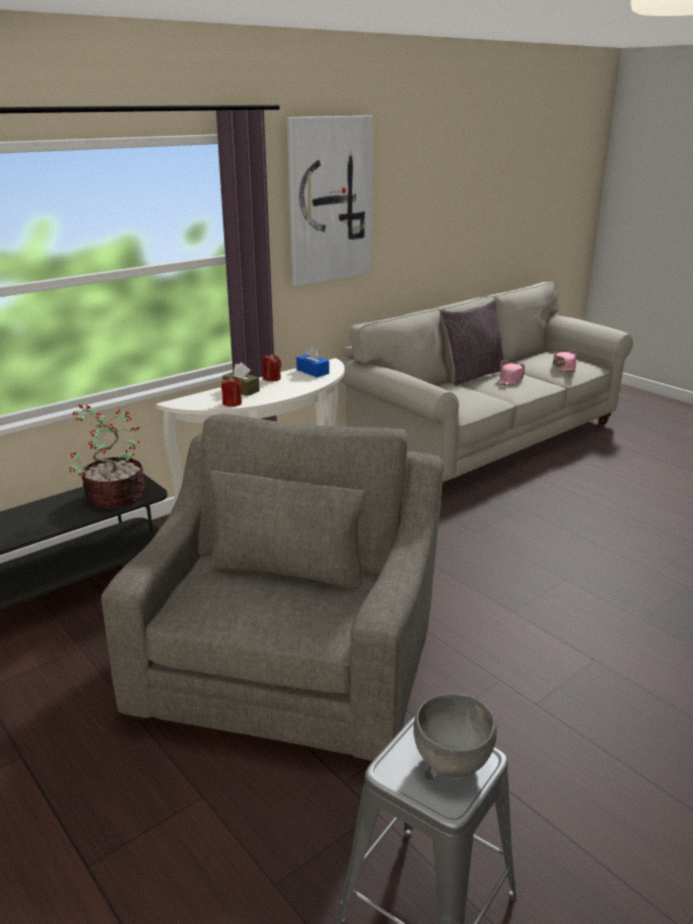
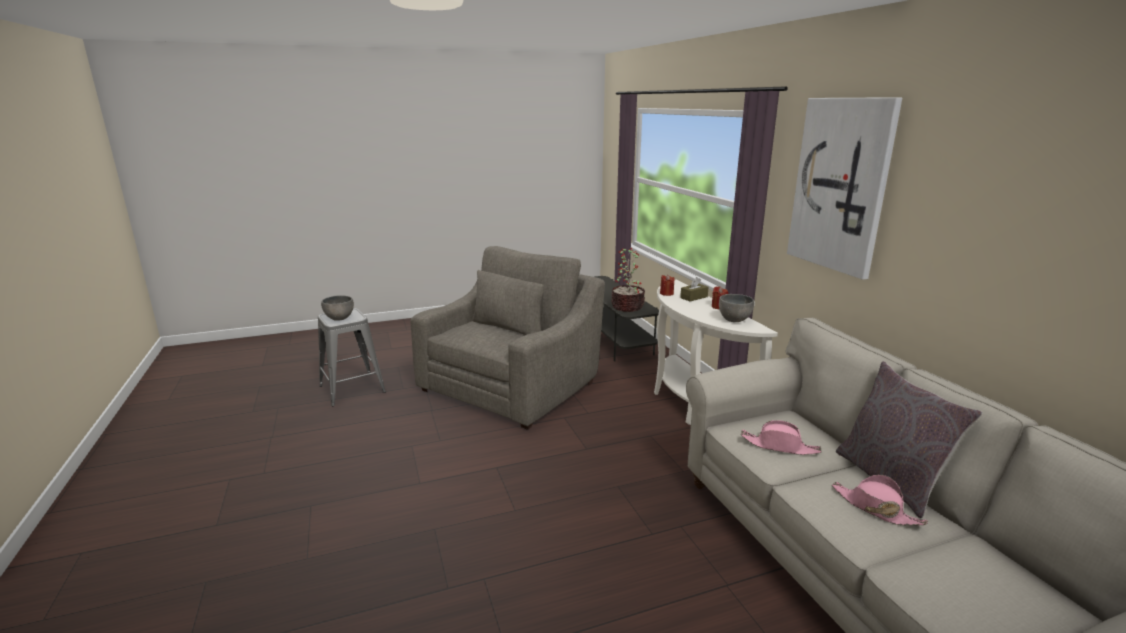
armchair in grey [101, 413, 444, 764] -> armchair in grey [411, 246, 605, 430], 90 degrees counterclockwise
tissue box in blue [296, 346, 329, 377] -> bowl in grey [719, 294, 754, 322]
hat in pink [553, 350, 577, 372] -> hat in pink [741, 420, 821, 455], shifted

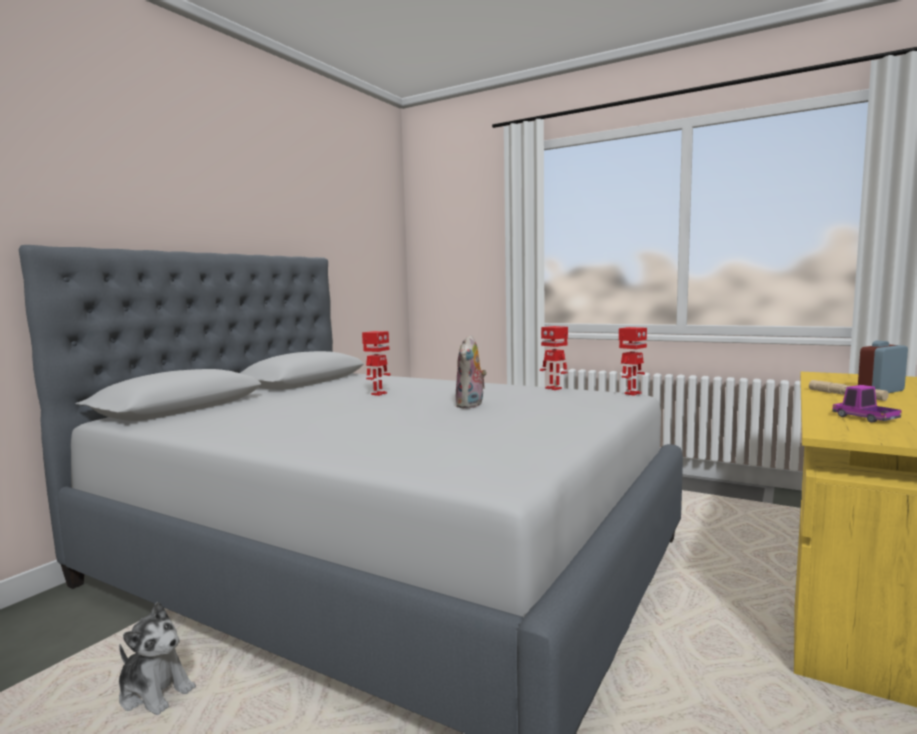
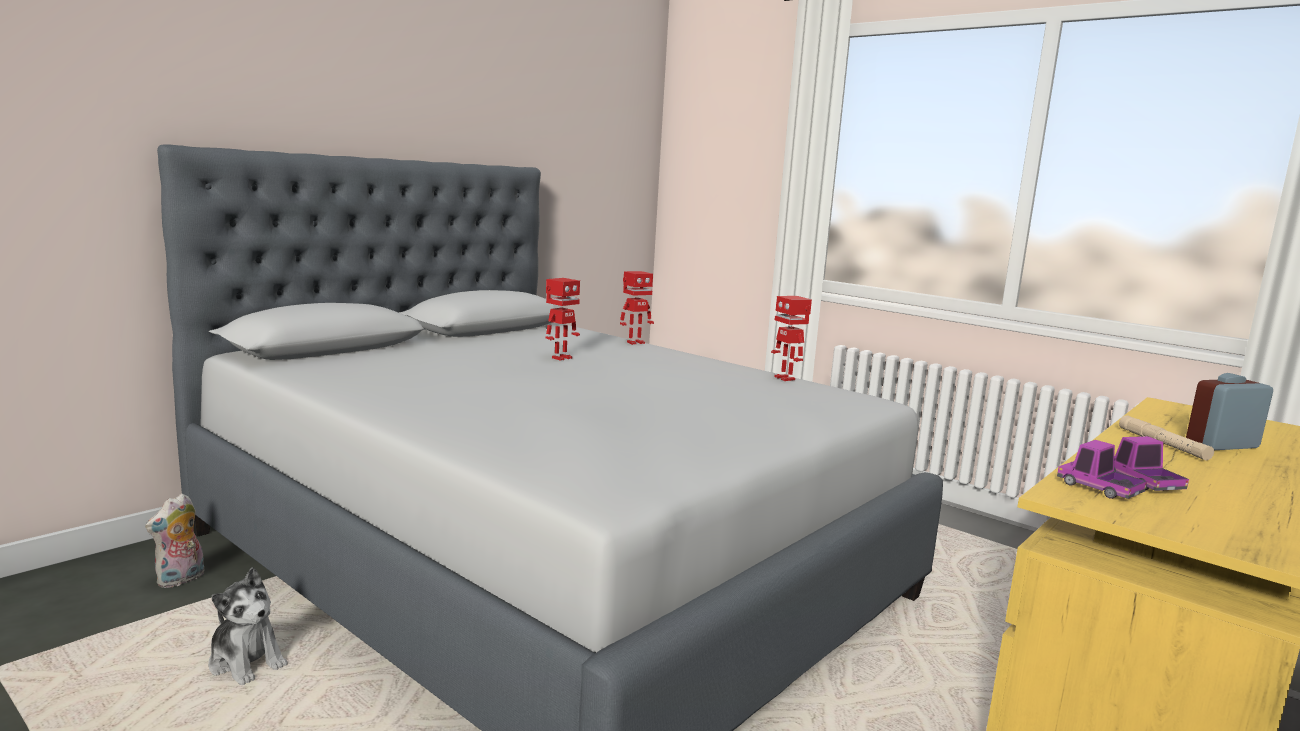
plush toy [456, 335, 487, 409] -> plush toy [145, 494, 204, 588], shifted
toy robot [619, 327, 647, 396] -> toy robot [620, 271, 654, 345], shifted
none -> toy truck [1057, 440, 1147, 499]

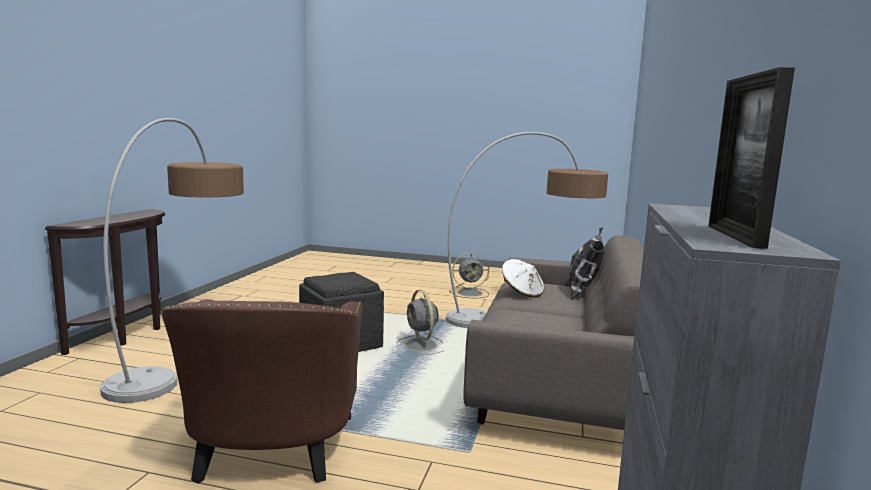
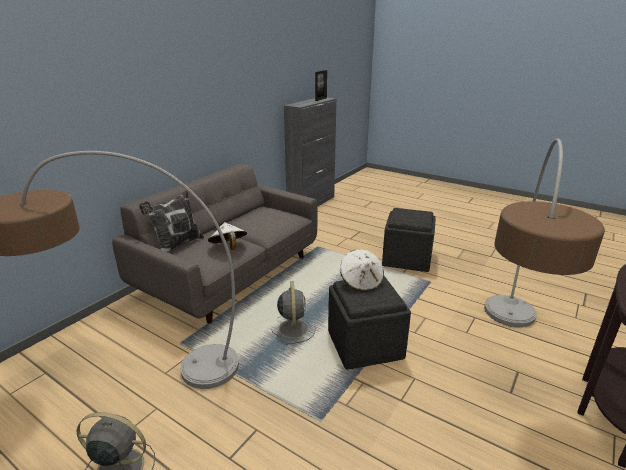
armchair in brown [161, 299, 362, 484] -> ottoman in grey [382, 208, 436, 272]
none -> hat in white [340, 250, 384, 292]

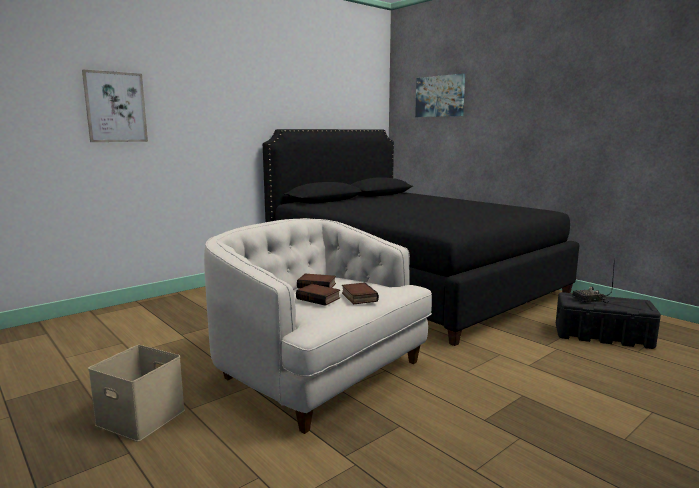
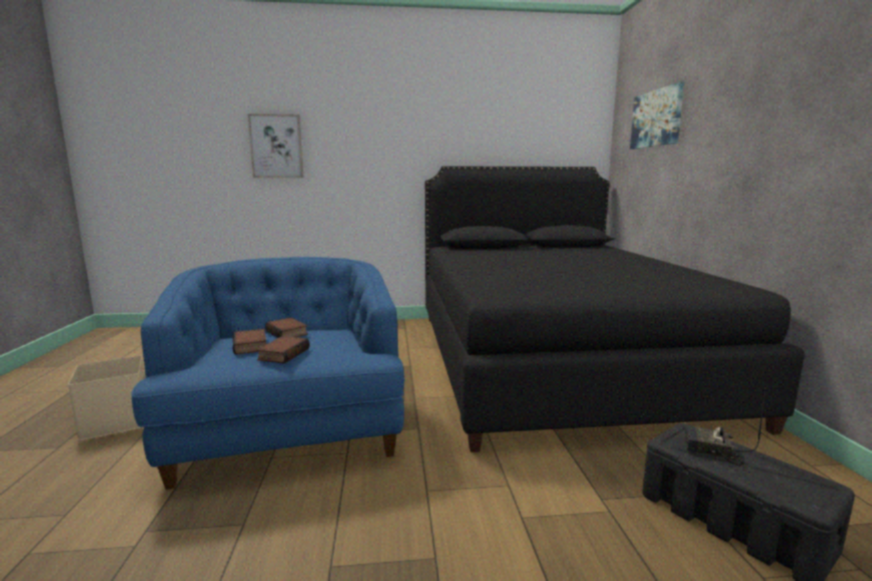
armchair in white [204, 218, 432, 434] -> armchair in blue [131, 257, 404, 490]

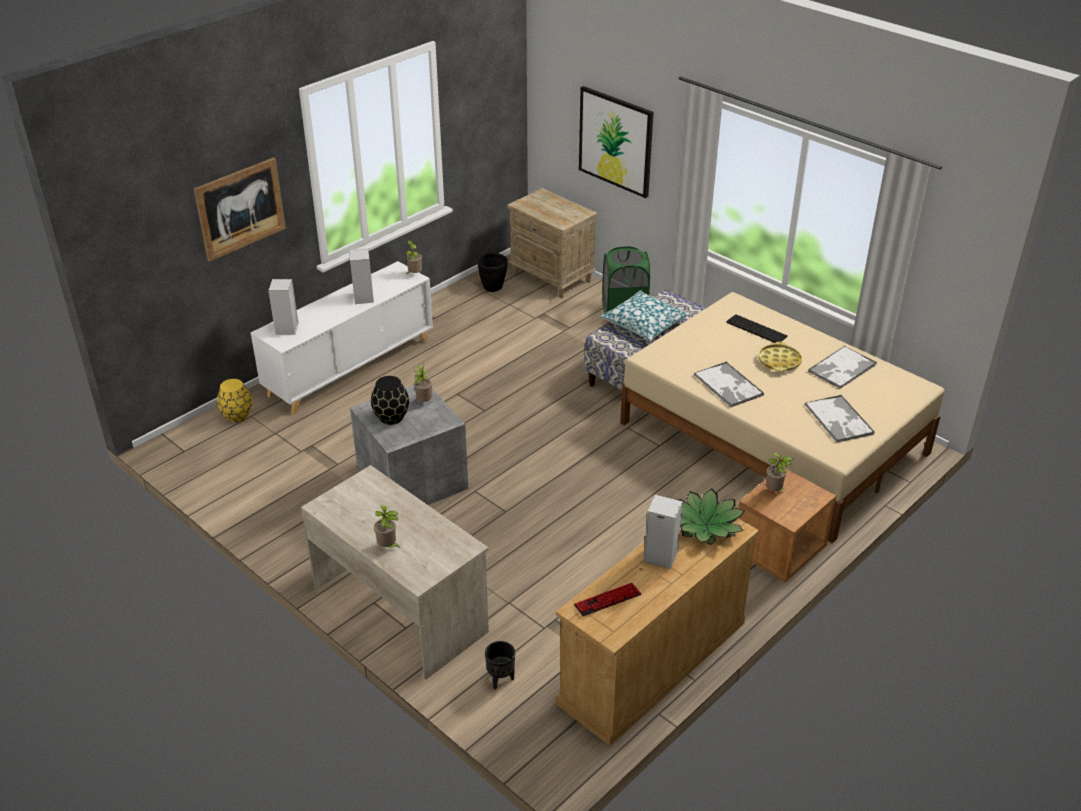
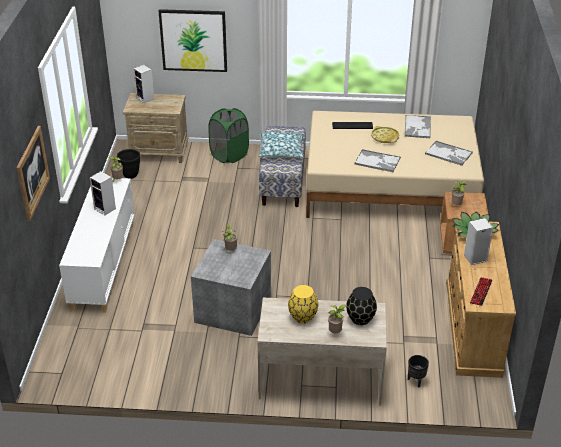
vase in yellow [217, 379, 252, 422] -> vase in yellow [288, 285, 318, 323], shifted
speaker [268, 279, 298, 335] -> speaker [133, 65, 154, 103], shifted
vase in black [371, 376, 409, 425] -> vase in black [346, 287, 377, 325], shifted

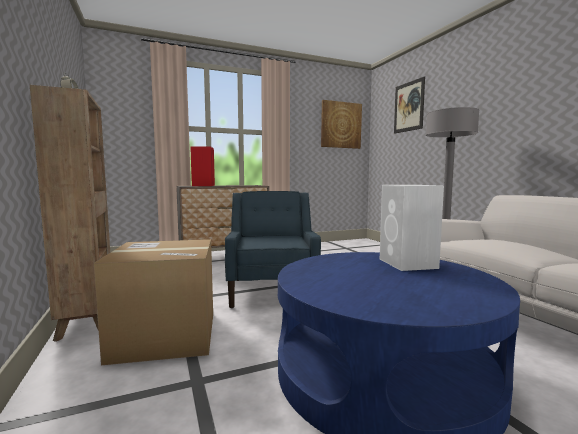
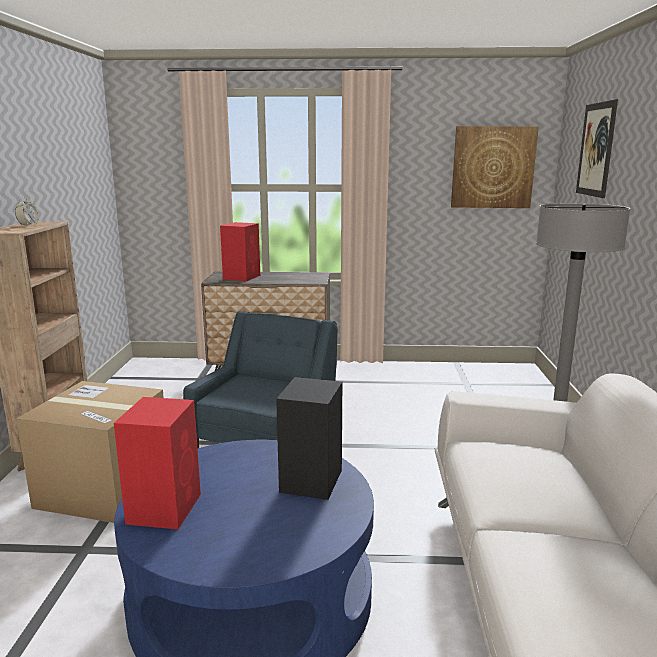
speaker in white [380, 185, 444, 271] -> speaker in black [276, 377, 342, 500]
none -> speaker in red [114, 397, 201, 529]

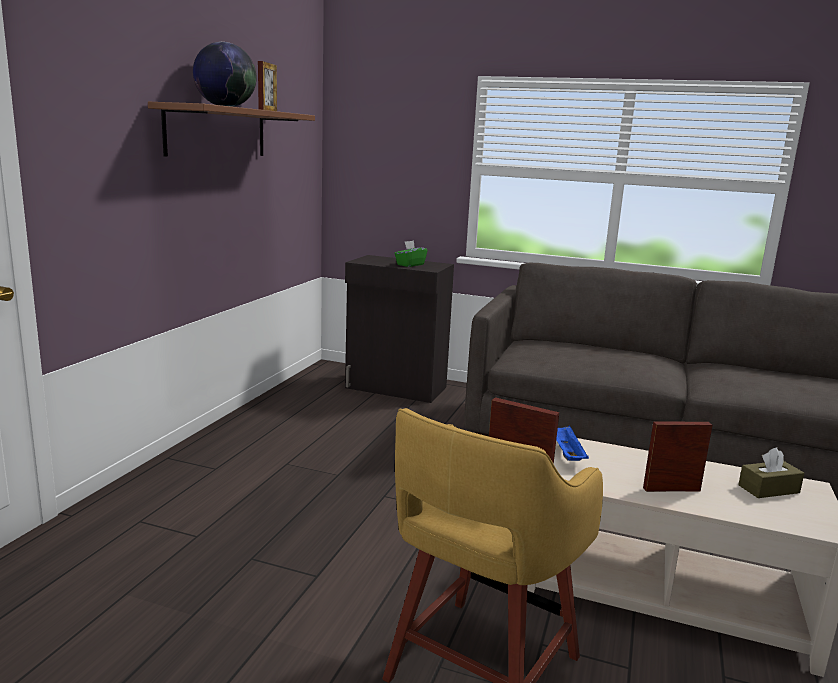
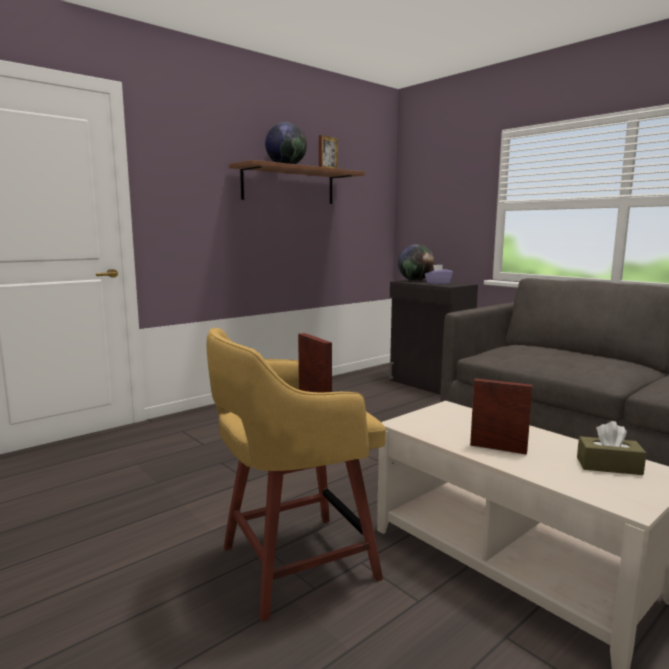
tissue box in green [394, 240, 428, 267] -> tissue box in purple [425, 265, 453, 285]
tray in blue [556, 426, 589, 461] -> none
none -> globe [398, 244, 435, 281]

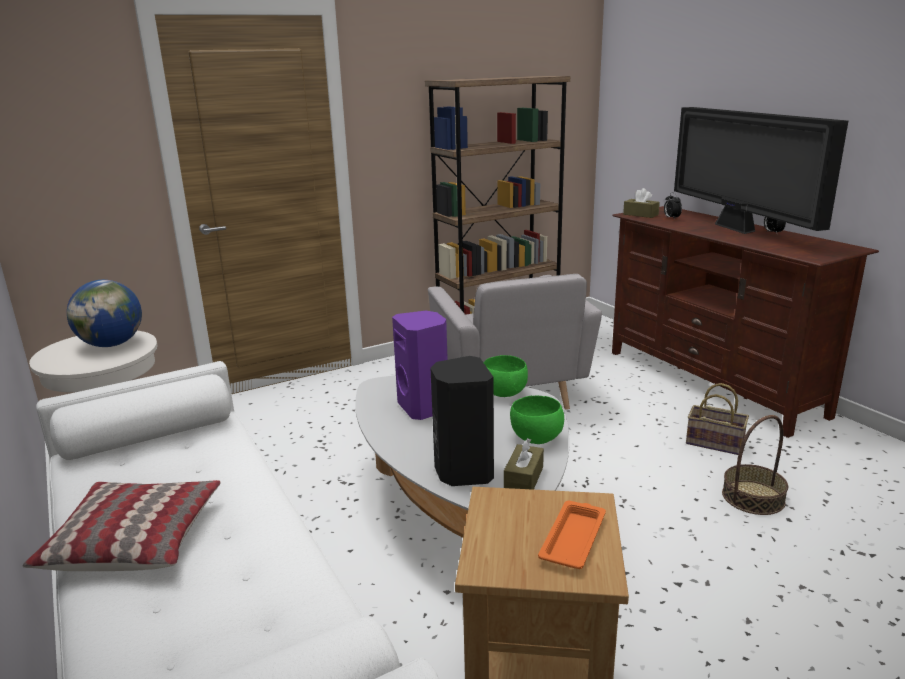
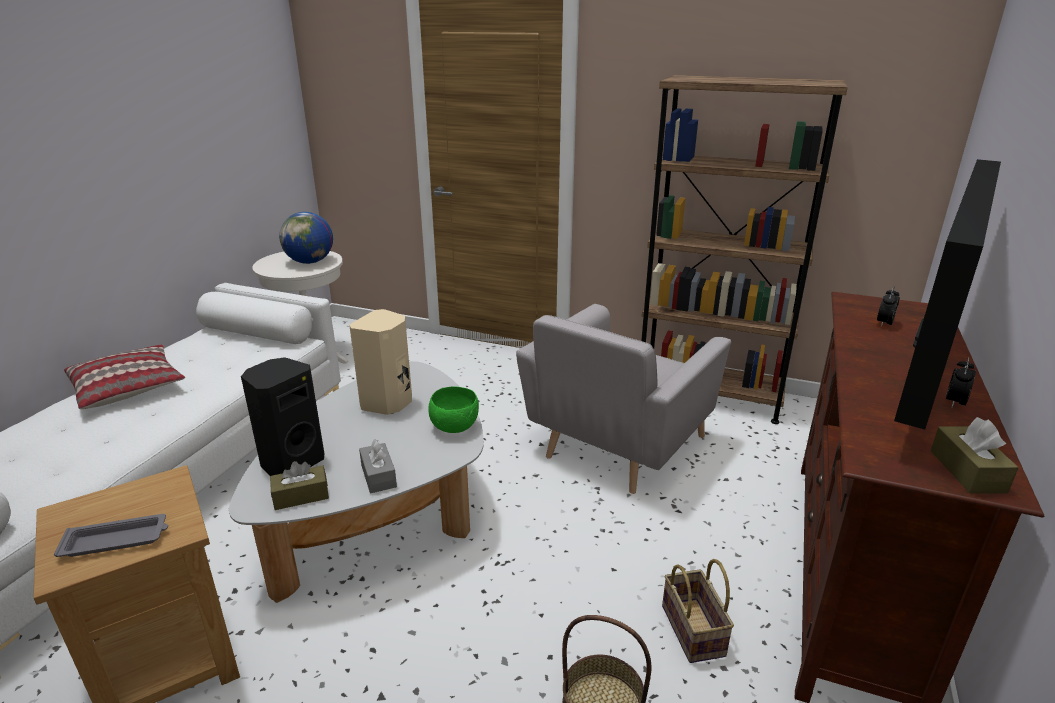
speaker in purple [392, 311, 448, 420] -> speaker in beige [349, 309, 412, 415]
bowl in green [510, 396, 564, 444] -> tissue box in grey [359, 439, 397, 493]
tray in orange [538, 501, 606, 569] -> tray in grey [54, 514, 168, 557]
tissue box in brown [623, 188, 660, 218] -> tissue box in brown [931, 417, 1019, 493], shifted

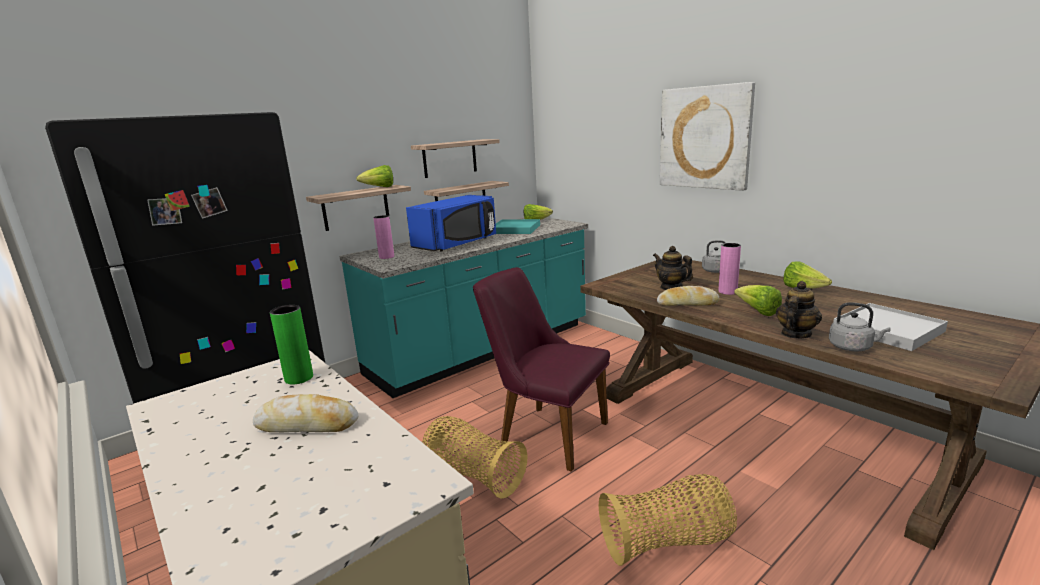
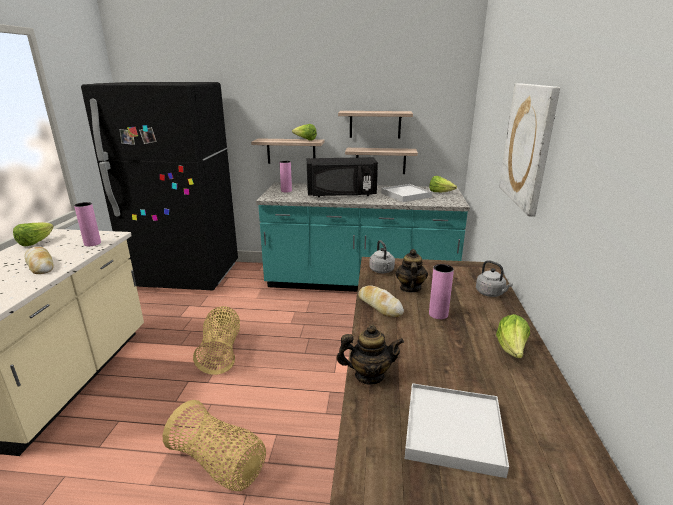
vase in green [270, 305, 313, 384] -> vase in pink [74, 202, 101, 246]
microwave in blue [406, 195, 496, 252] -> microwave in black [307, 157, 378, 197]
chair in purple [473, 267, 610, 472] -> none
tray in turquoise [496, 219, 540, 234] -> tray in white [381, 184, 432, 202]
lettuce [734, 285, 782, 316] -> lettuce [13, 222, 54, 247], shifted
kettle in grey [829, 302, 890, 352] -> kettle in grey [369, 240, 395, 273], shifted

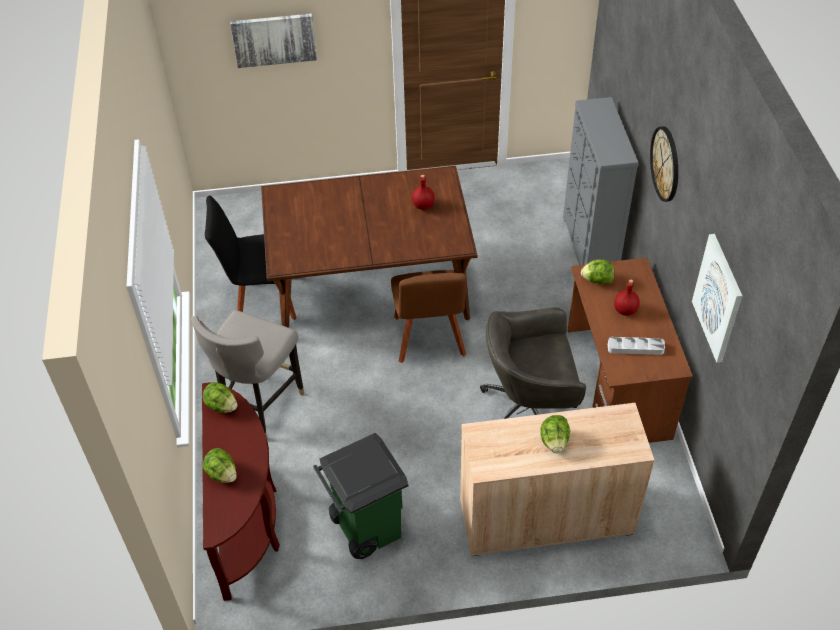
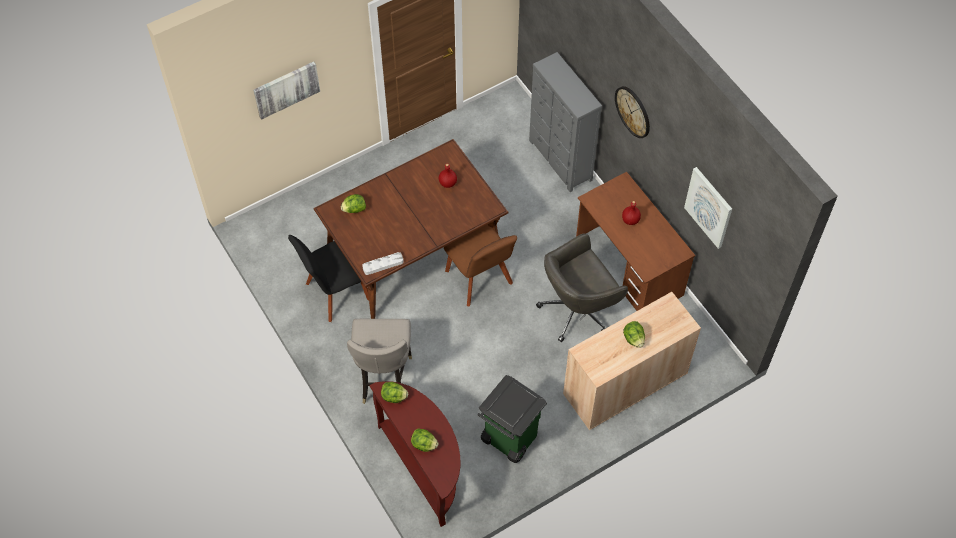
lettuce [581, 259, 615, 284] -> lettuce [341, 194, 366, 213], shifted
tray in grey [608, 337, 665, 355] -> tray in grey [362, 252, 404, 275], shifted

